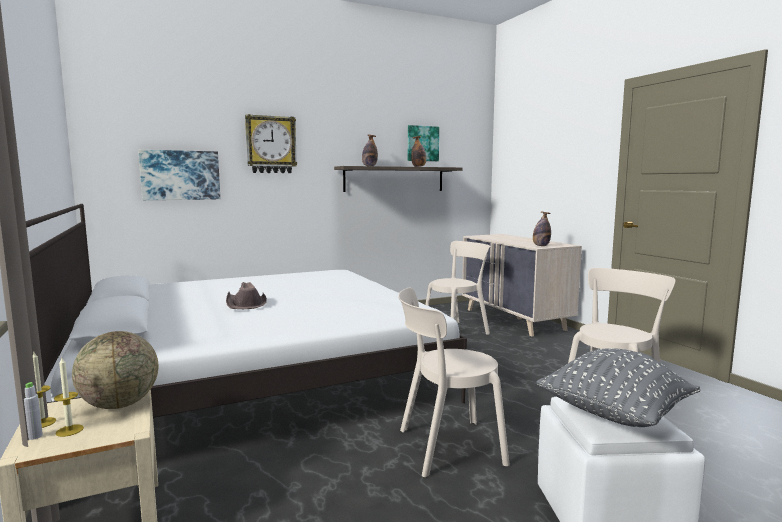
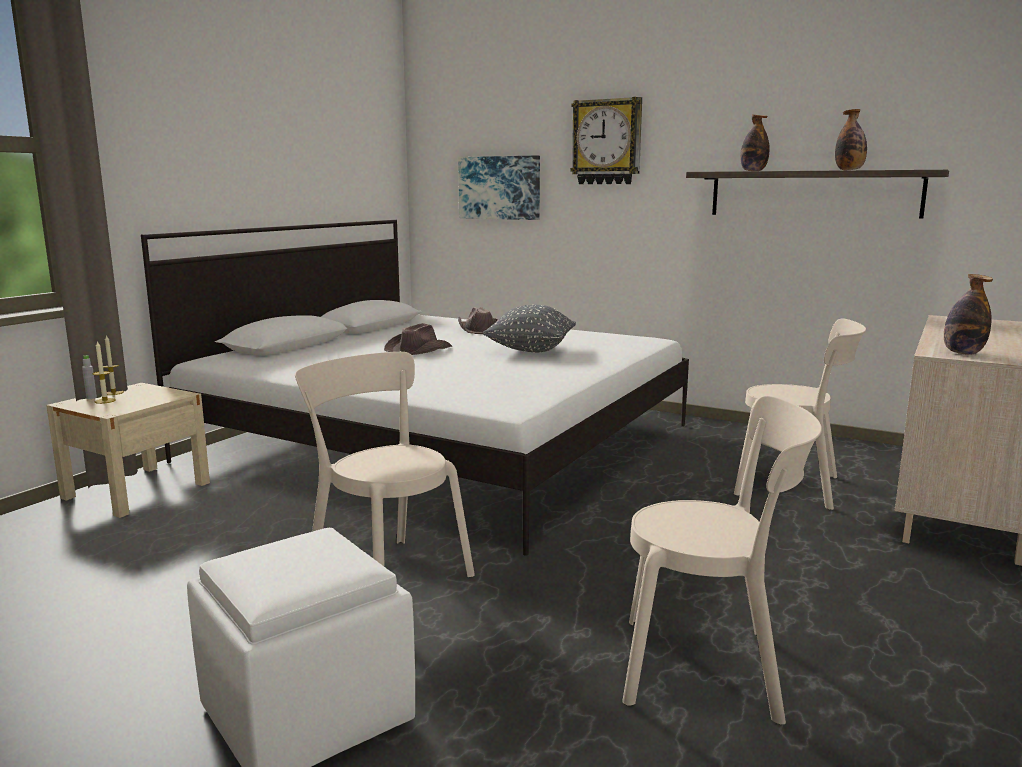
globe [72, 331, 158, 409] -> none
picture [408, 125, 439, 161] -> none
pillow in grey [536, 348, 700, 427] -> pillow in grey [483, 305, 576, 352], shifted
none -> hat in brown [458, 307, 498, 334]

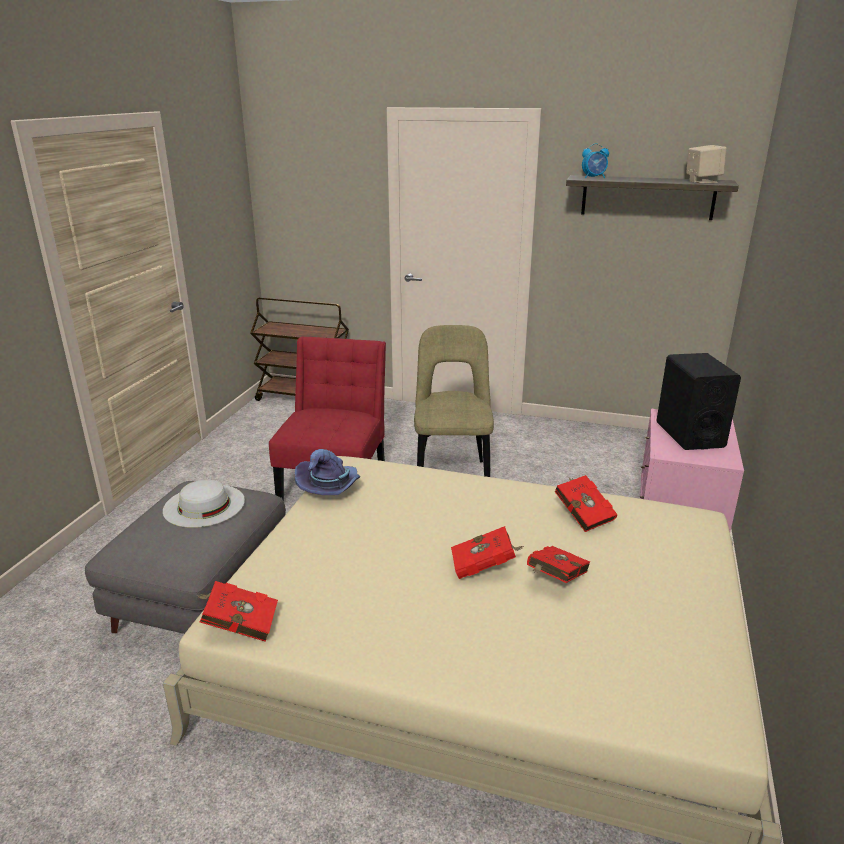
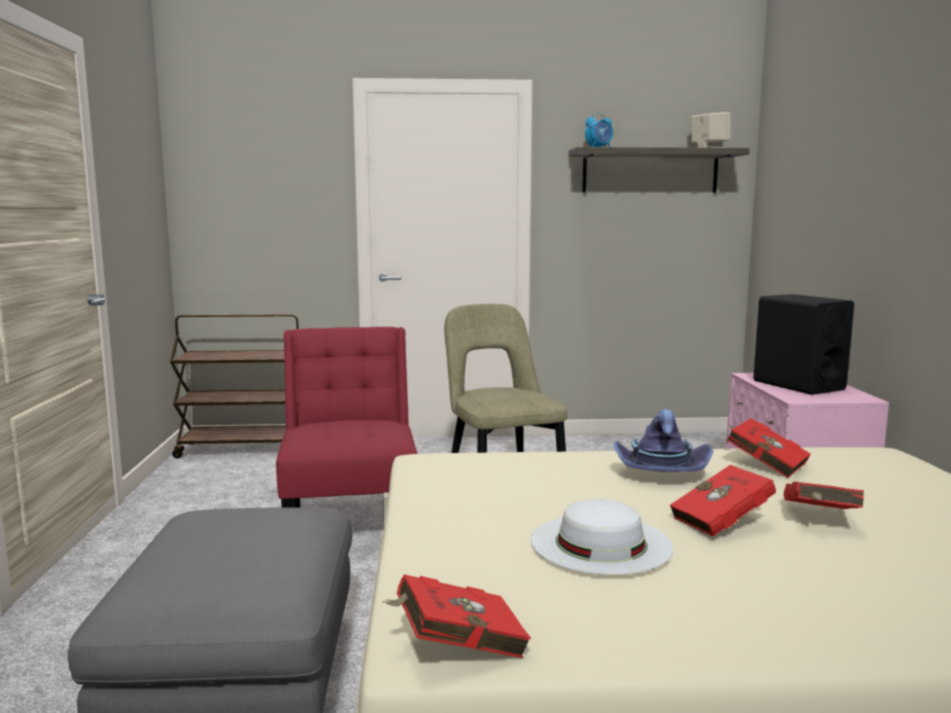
hat in white [163, 479, 245, 528] -> hat in white [531, 499, 673, 575], shifted
hat in purple [295, 449, 360, 495] -> hat in purple [614, 409, 713, 472], shifted

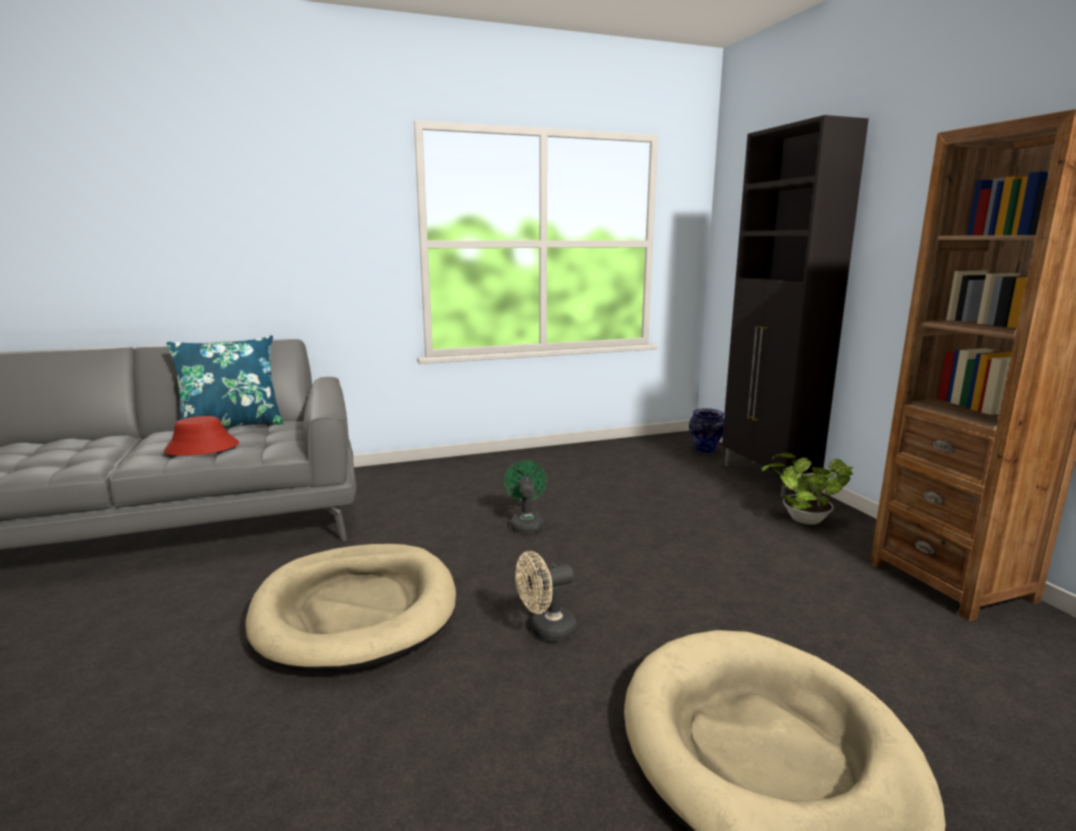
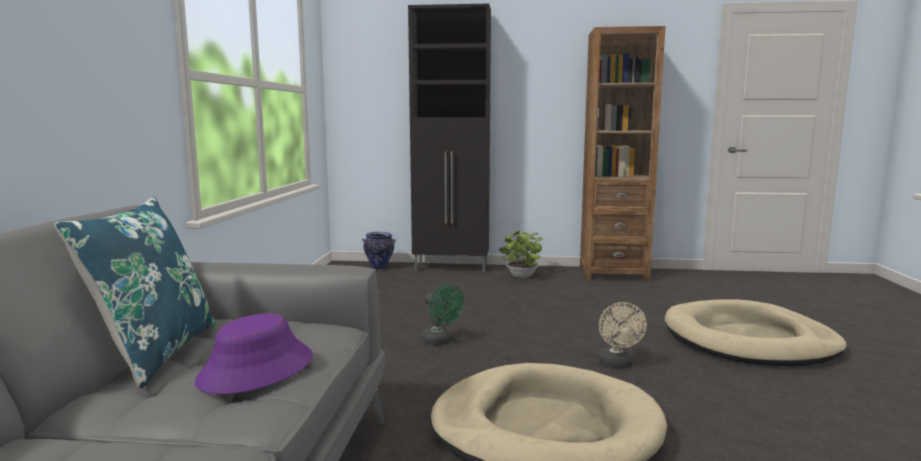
hat in red [164, 416, 239, 456] -> hat in purple [195, 313, 313, 394]
fan in green [503, 460, 547, 534] -> fan in green [421, 284, 464, 345], 150 degrees counterclockwise

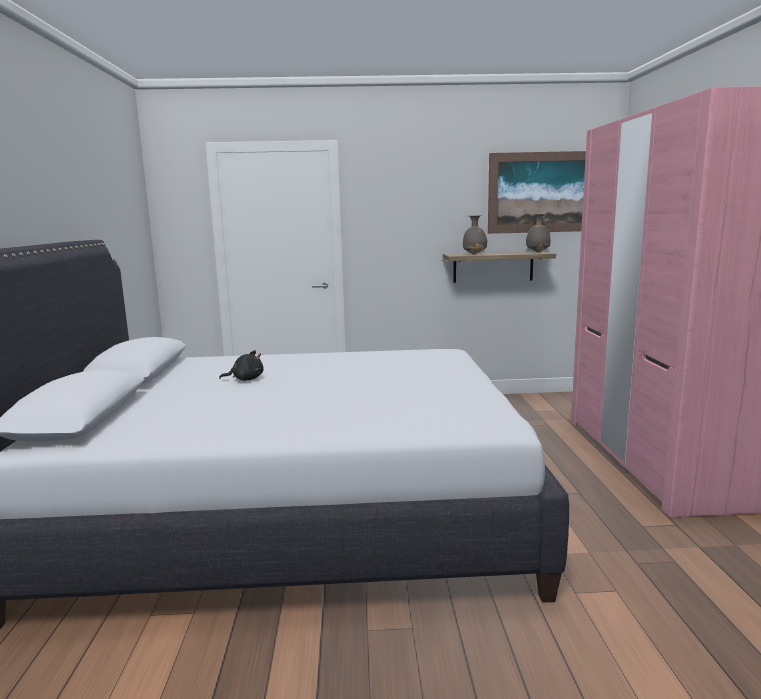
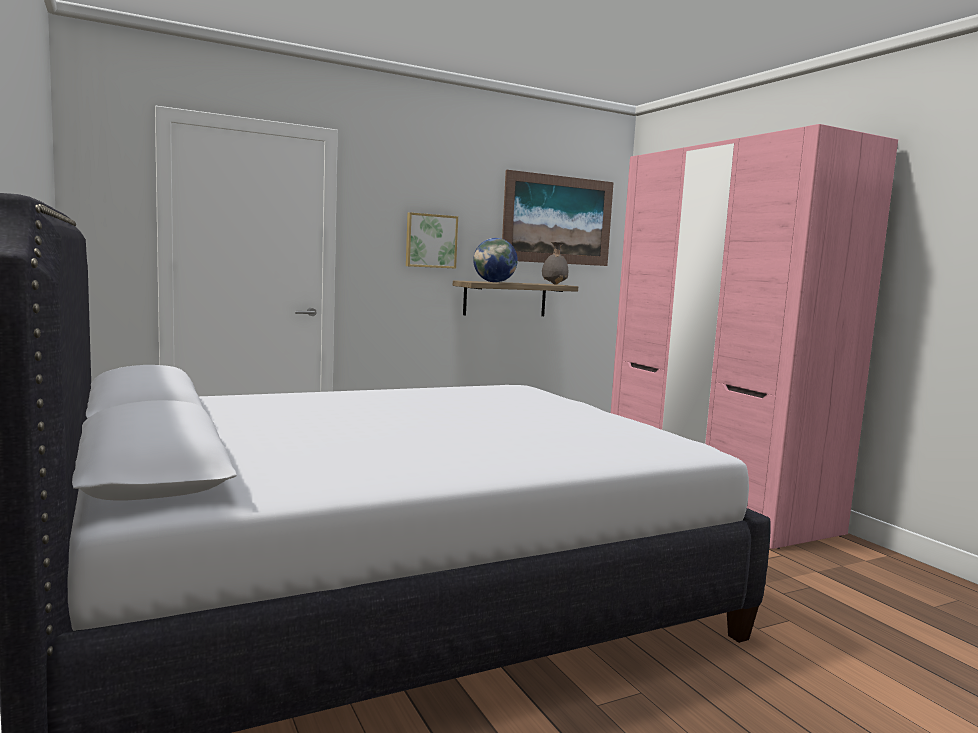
plush toy in black [219, 350, 264, 381] -> none
vase in grey [463, 215, 487, 255] -> globe [473, 238, 518, 282]
none -> picture [406, 212, 458, 269]

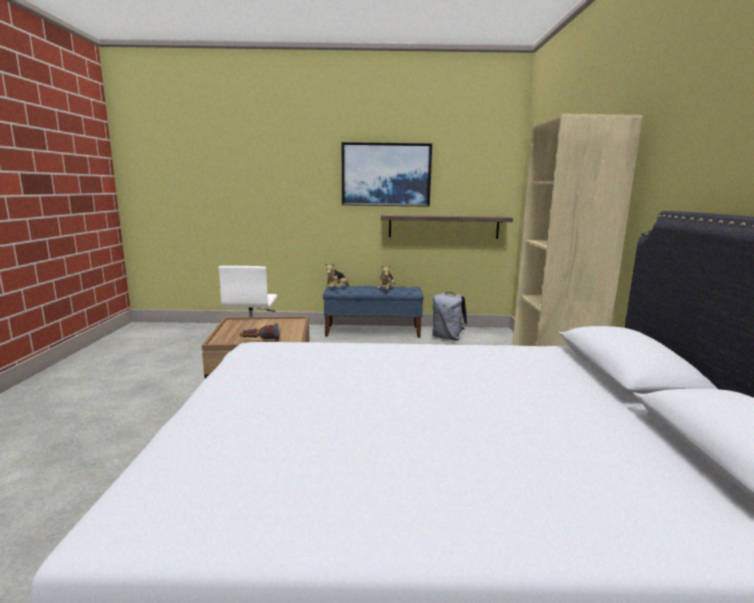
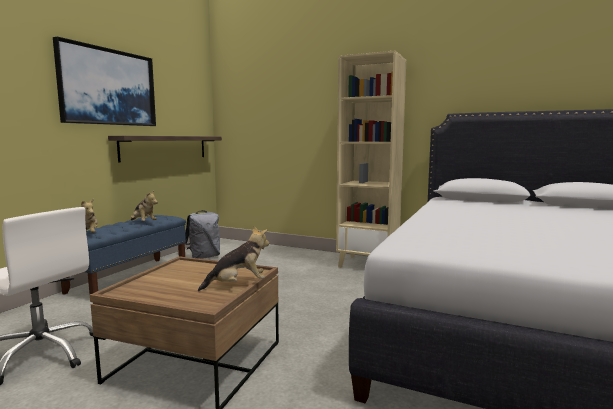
flashlight [240, 323, 280, 341] -> plush toy [198, 226, 269, 291]

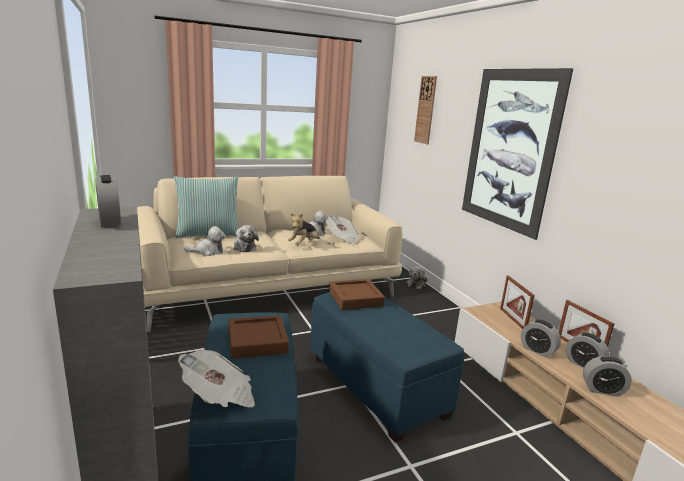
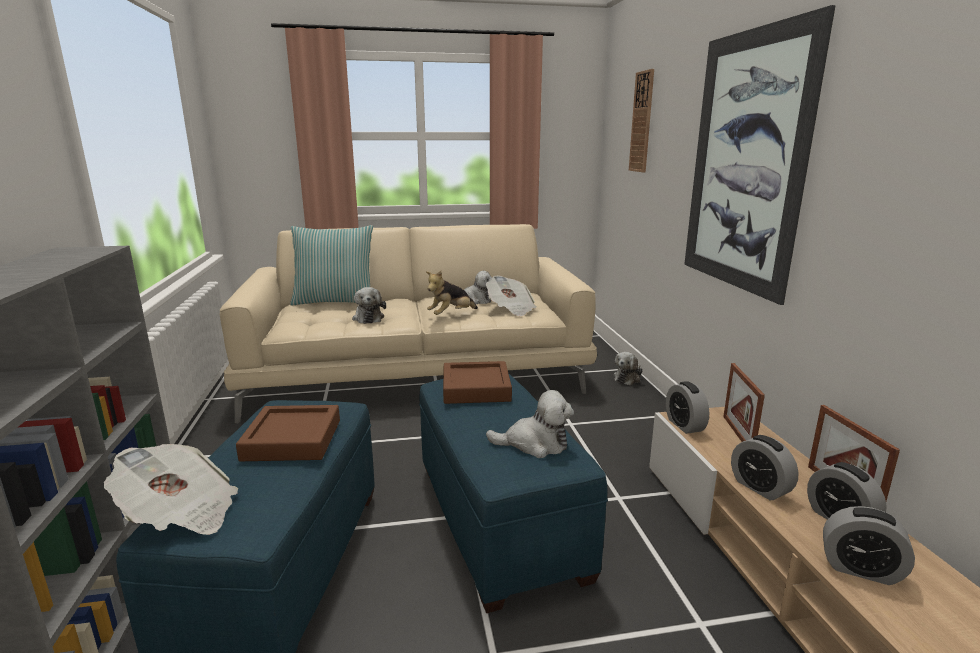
alarm clock [95, 175, 121, 227] -> alarm clock [666, 381, 709, 434], shifted
plush toy [184, 226, 225, 256] -> plush toy [486, 390, 574, 458], shifted

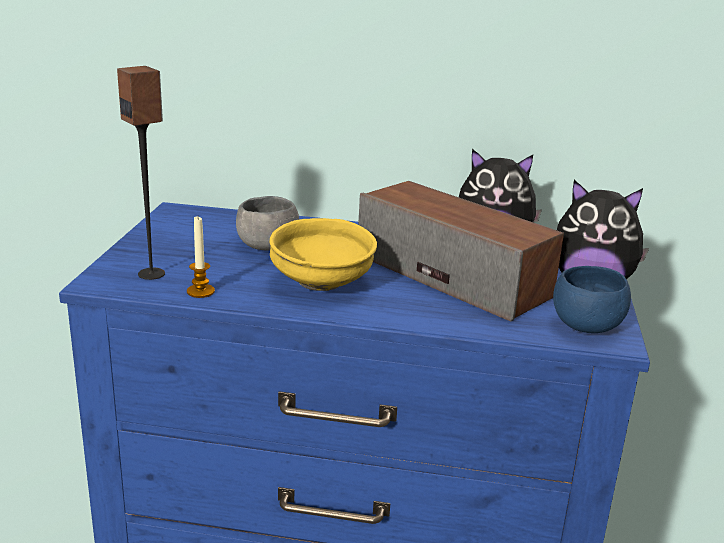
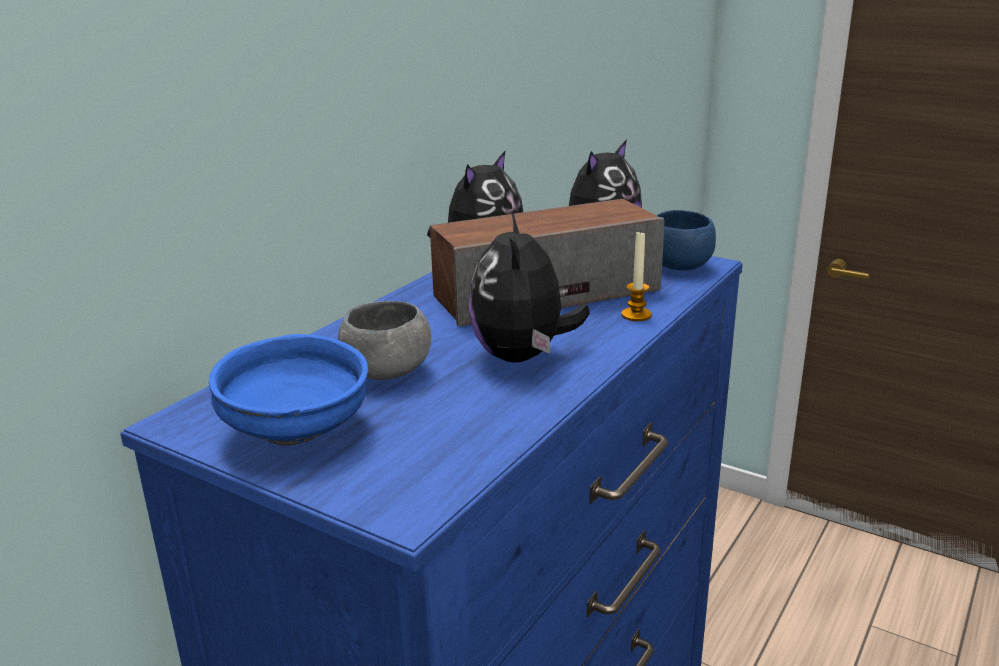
speaker [117, 66, 165, 280] -> none
candle [187, 217, 215, 298] -> candle [621, 230, 652, 321], shifted
bowl in yellow [269, 218, 377, 291] -> plush toy [469, 211, 590, 363]
none -> bowl in blue [209, 334, 368, 445]

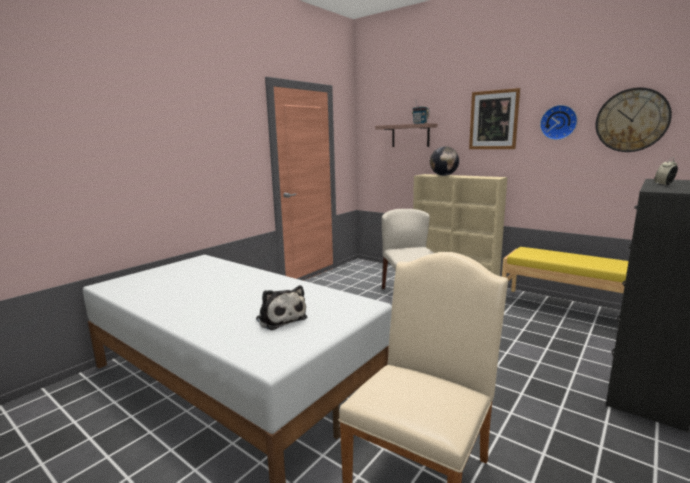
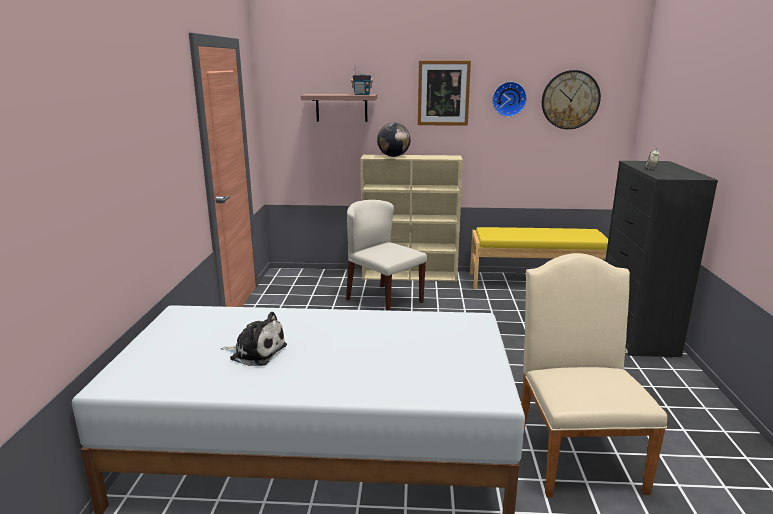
plush toy [256, 285, 307, 330] -> plush toy [221, 312, 287, 366], shifted

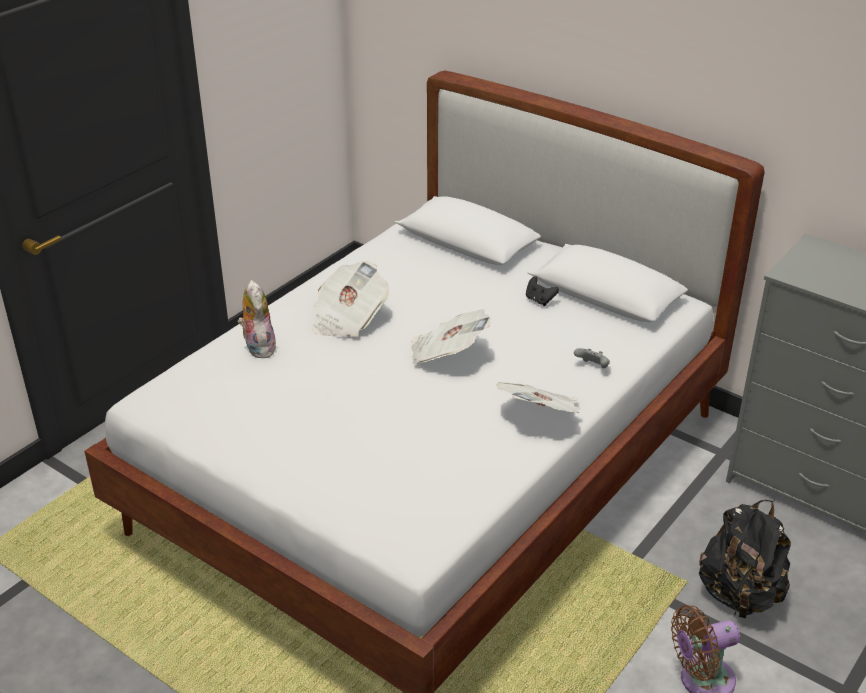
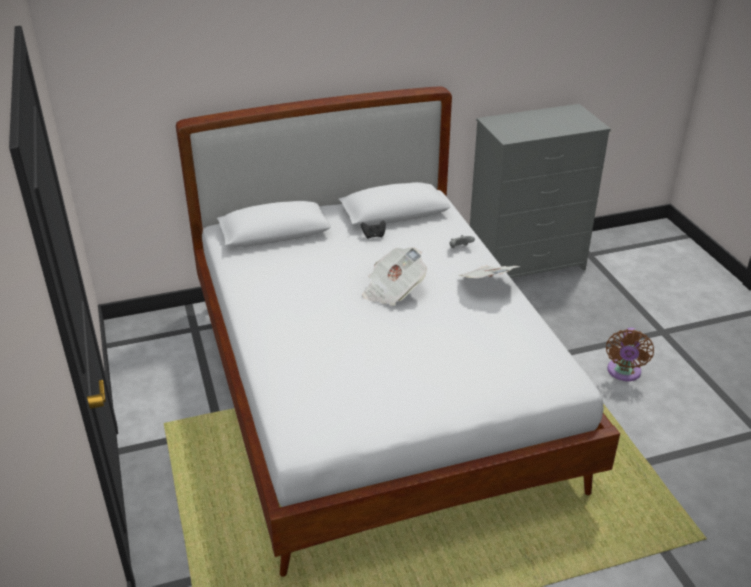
plush toy [238, 280, 276, 358] -> none
newspaper [312, 261, 389, 337] -> none
backpack in black [699, 500, 791, 618] -> none

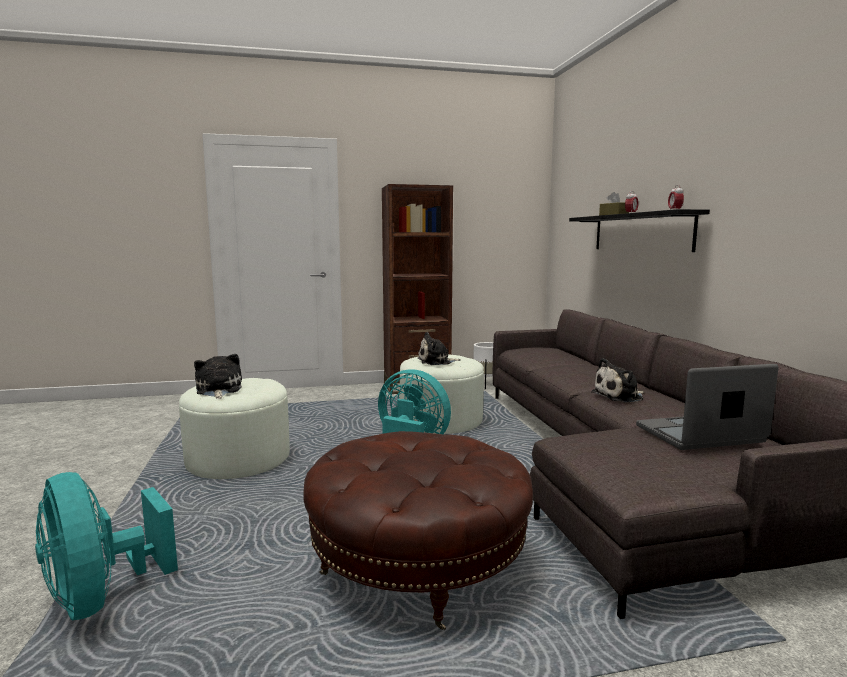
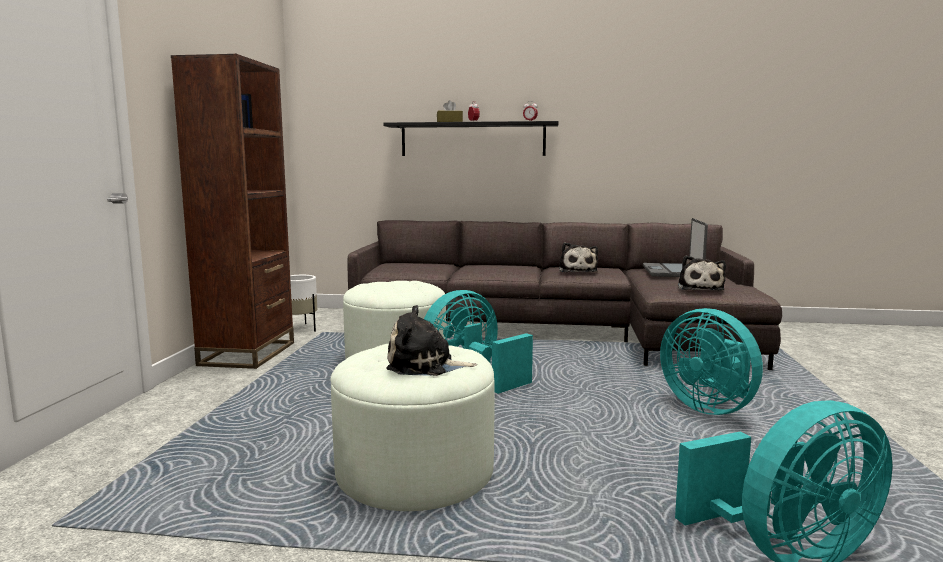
ottoman in brown [303, 431, 533, 630] -> fan in turquoise [660, 308, 763, 415]
plush toy [418, 332, 461, 365] -> plush toy [678, 255, 726, 290], shifted

